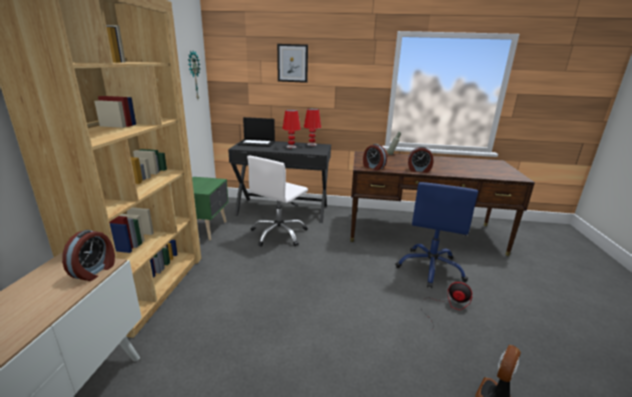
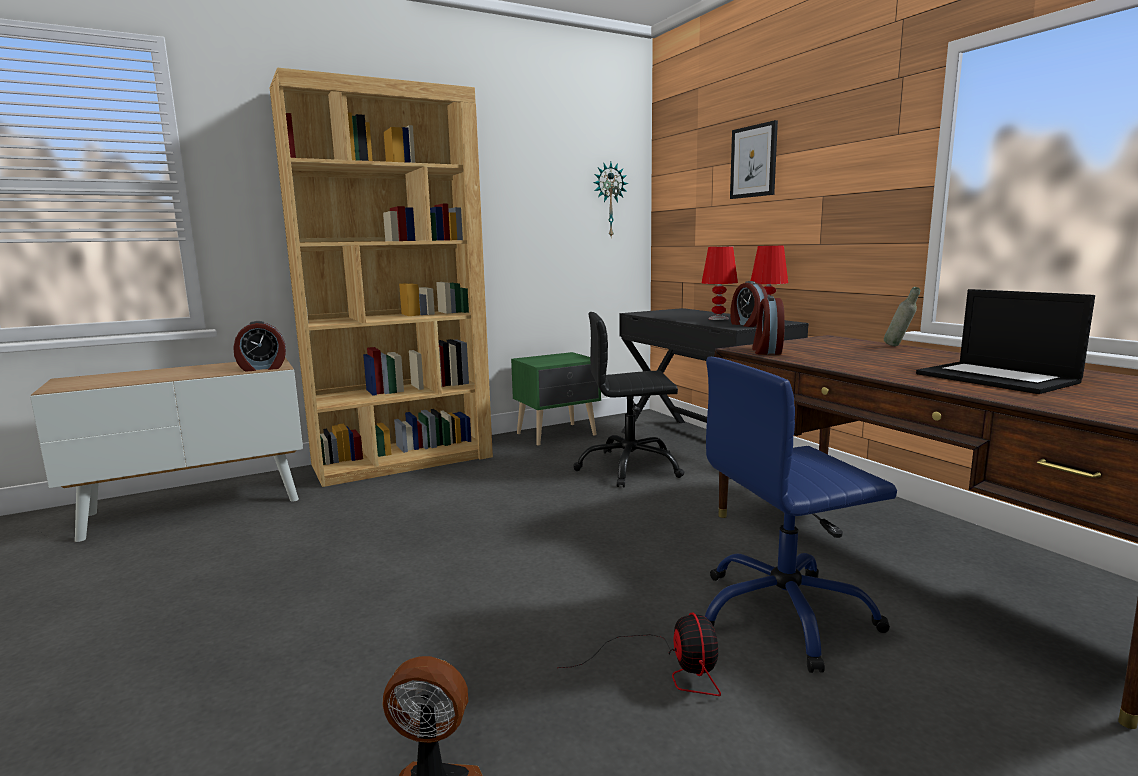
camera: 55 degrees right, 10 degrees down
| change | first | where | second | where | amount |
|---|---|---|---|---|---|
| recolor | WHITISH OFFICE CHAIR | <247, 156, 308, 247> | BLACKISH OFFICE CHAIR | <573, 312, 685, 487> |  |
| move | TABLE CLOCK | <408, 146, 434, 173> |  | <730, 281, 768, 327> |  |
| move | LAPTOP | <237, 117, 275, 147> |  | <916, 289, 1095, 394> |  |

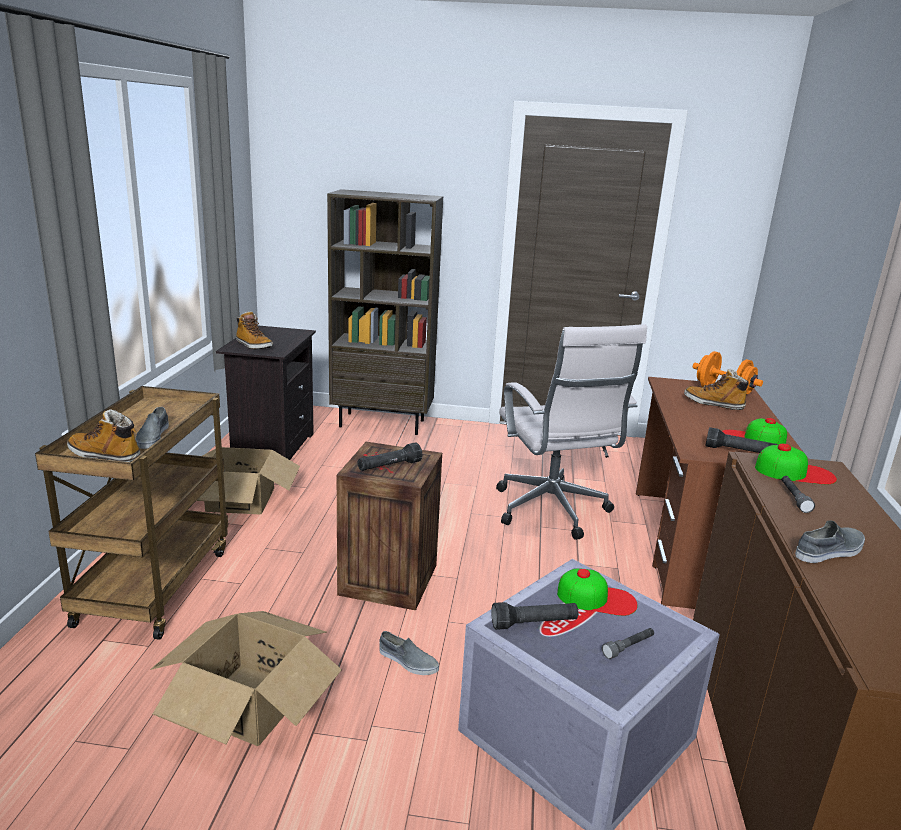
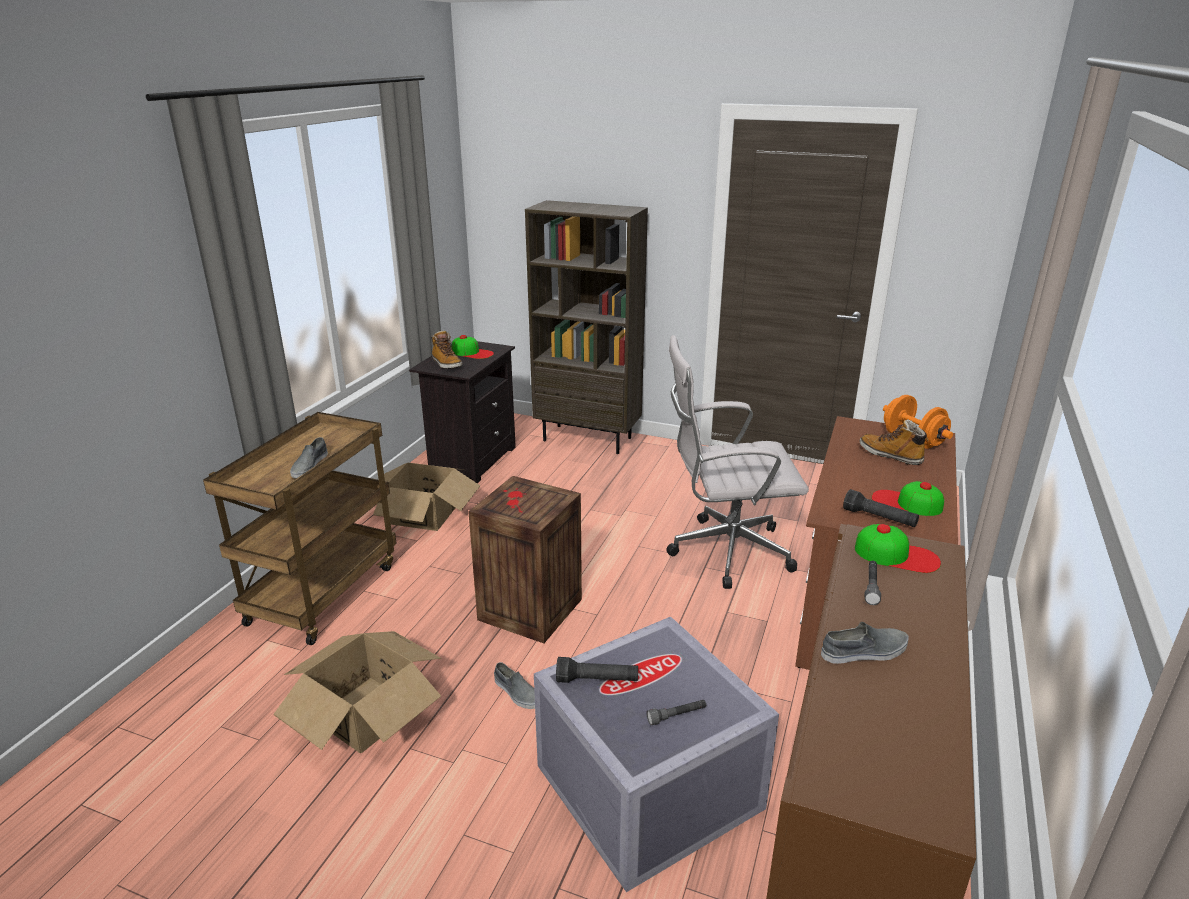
camera: 15 degrees right, 5 degrees up
| change | first | where | second | where | amount |
|---|---|---|---|---|---|
| move | CAP | <557, 568, 638, 616> |  | <452, 335, 494, 359> |  |
| rotate | WHITISH OFFICE CHAIR | <496, 324, 647, 540> |  | <666, 335, 809, 589> | 90 degrees clockwise |
| delete | HIGH-TOP BOOT | <67, 409, 140, 462> |  |  |  |
| delete | BLACKISH HAND TORCH | <358, 442, 422, 471> |  |  |  |

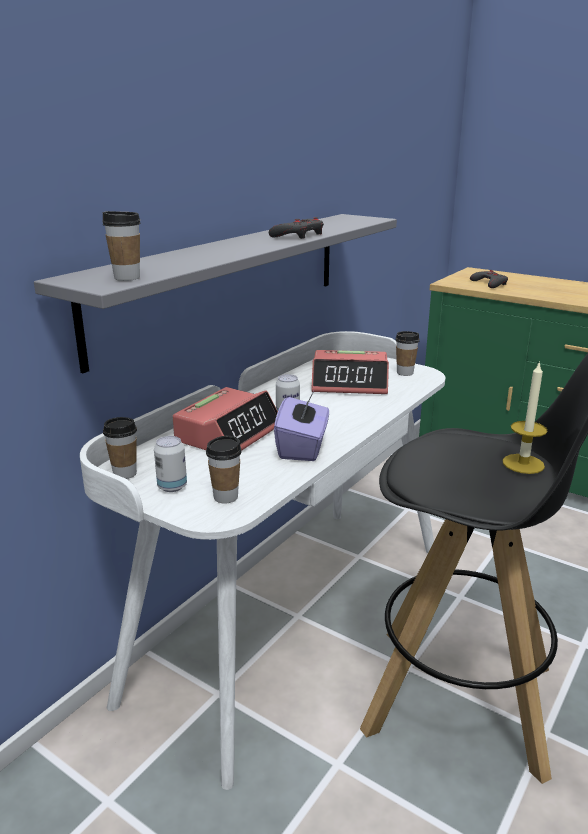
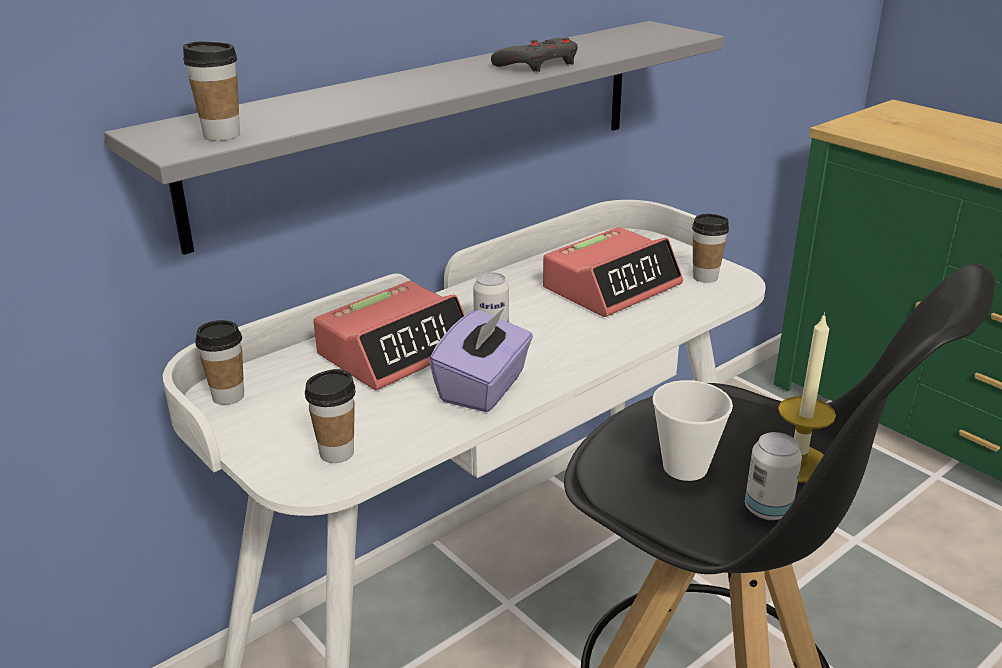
camera: 15 degrees right, 5 degrees up
| change | first | where | second | where | amount |
|---|---|---|---|---|---|
| rotate | TABLE CLOCK | <311, 350, 389, 394> |  | <543, 227, 683, 317> | 60 degrees counterclockwise |
| insert |  |  | CUP | <652, 380, 733, 481> |  |
| move | METAL CAN | <154, 436, 187, 492> |  | <745, 432, 802, 520> |  |
| delete | GREYISH JOYPAD | <470, 270, 508, 288> |  |  |  |

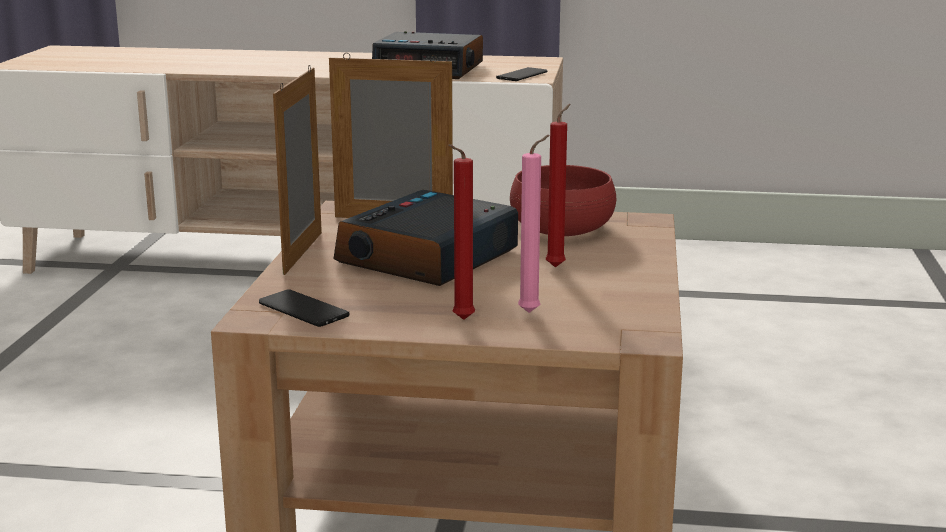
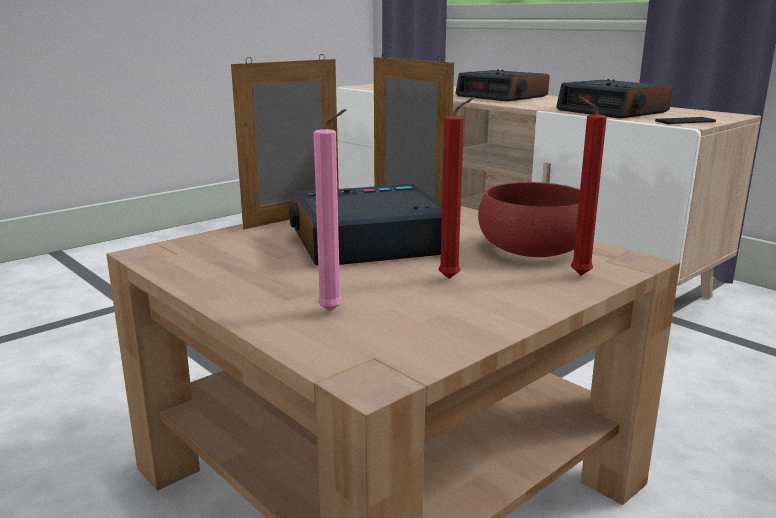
camera: 40 degrees right, 0 degrees up
| change | first | where | second | where | amount |
|---|---|---|---|---|---|
| insert |  |  | TABLE CLOCK | <455, 70, 550, 102> |  |
| move | RED WAX CANDLE | <448, 144, 475, 320> |  | <571, 96, 607, 275> |  |
| delete | PHONE | <259, 289, 349, 327> |  |  |  |

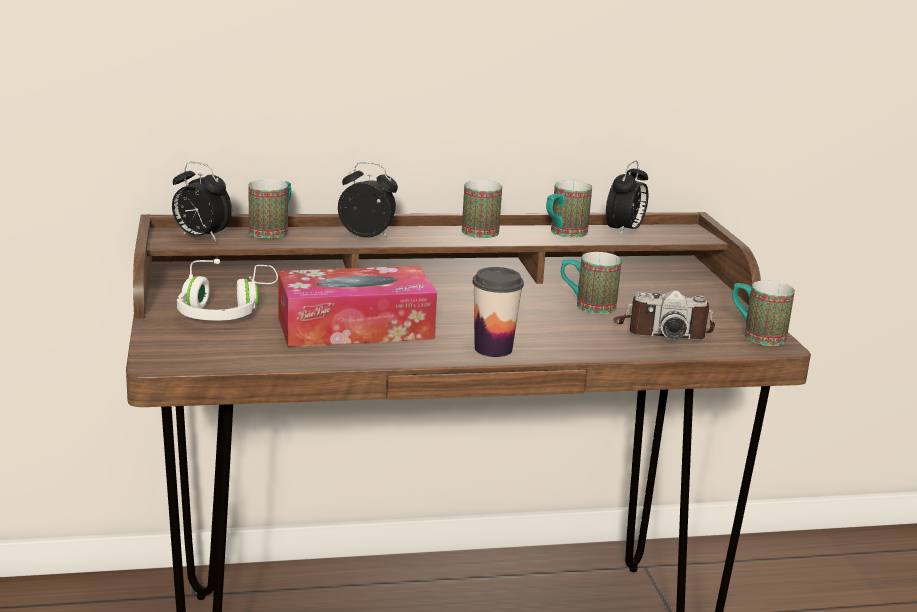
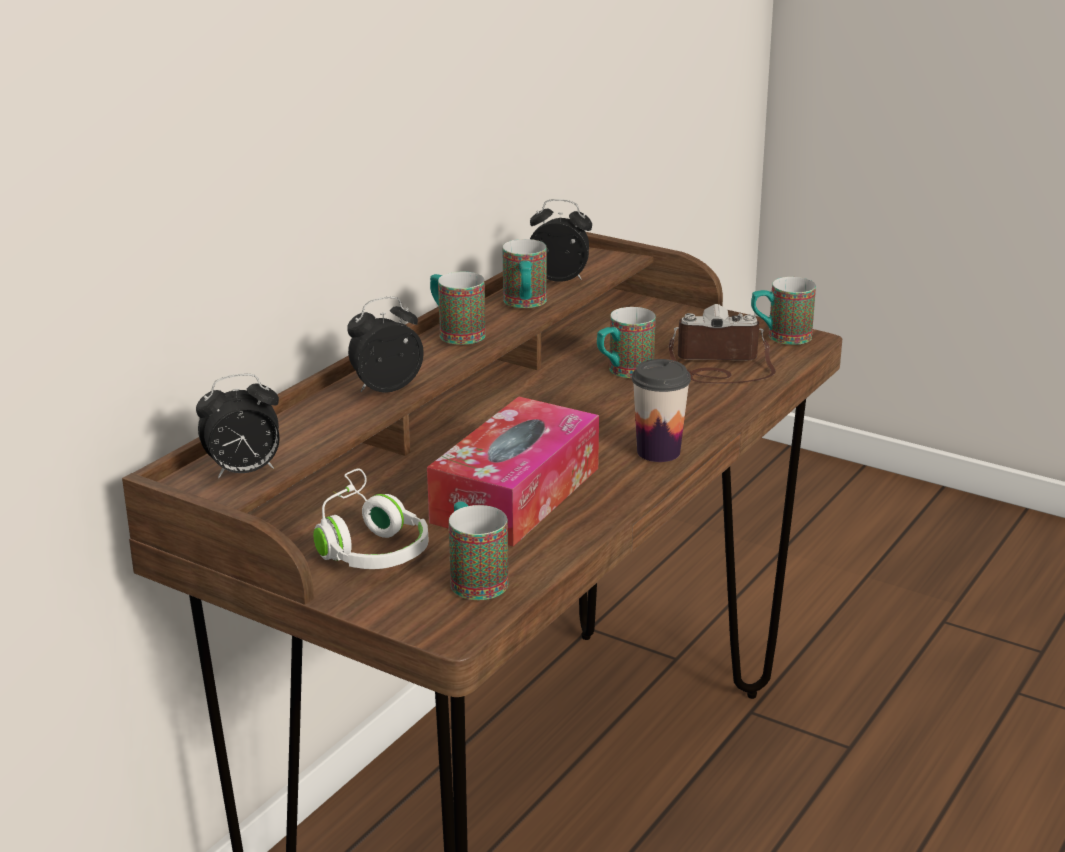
camera: 45 degrees left, 5 degrees up
| change | first | where | second | where | amount |
|---|---|---|---|---|---|
| move | MUG | <248, 179, 291, 239> |  | <449, 502, 508, 600> |  |
| rotate | TABLE CLOCK | <606, 161, 648, 236> |  | <530, 199, 592, 282> | 60 degrees counterclockwise |
| rotate | STILL CAMERA | <613, 290, 715, 340> |  | <669, 304, 776, 384> | 135 degrees counterclockwise |

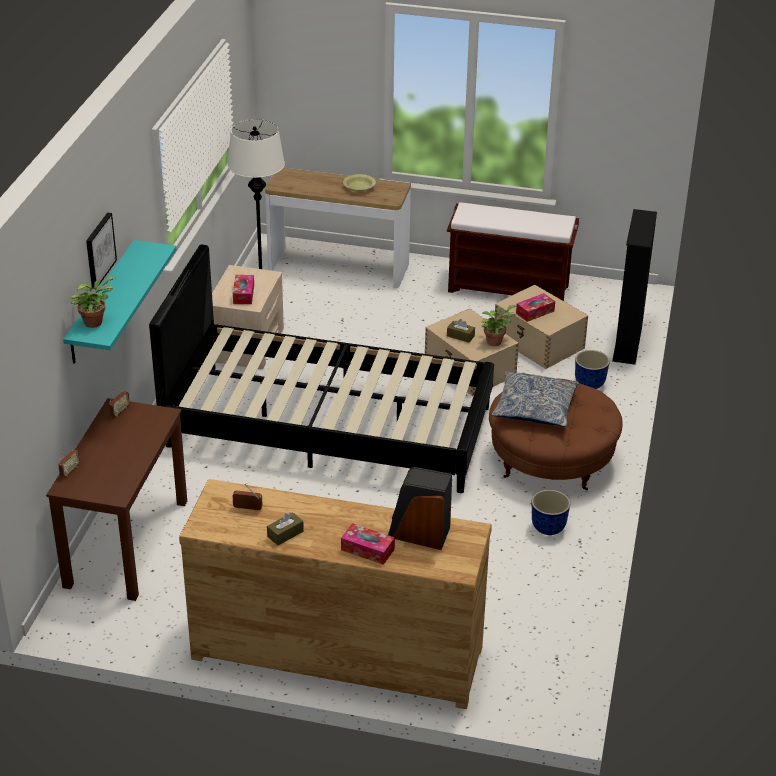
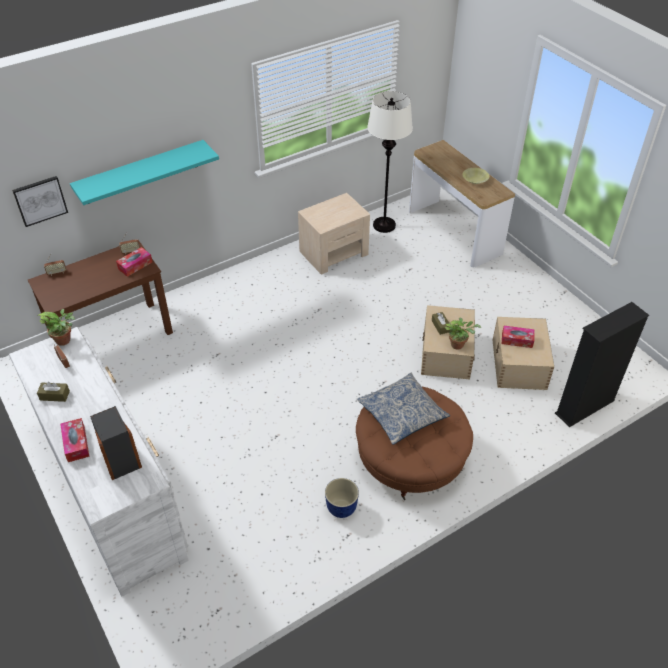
camera: 45 degrees right, 10 degrees up
| change | first | where | second | where | amount |
|---|---|---|---|---|---|
| recolor | BROWN DRAWER CHEST | <179, 479, 492, 709> | WHITISH DRAWER CHEST | <9, 327, 189, 597> |  |
| move | WALL PICTURE | <86, 213, 117, 289> |  | <12, 176, 68, 227> |  |
| move | POTTED PLANT | <70, 277, 116, 328> |  | <38, 309, 75, 346> |  |
| move | TISSUE HOLDER | <233, 275, 254, 304> |  | <116, 247, 152, 277> |  |
| delete | BLACKISH SLEEPING BED | <149, 245, 494, 493> |  |  |  |
| delete | BROWN INDOOR BENCH | <447, 202, 579, 301> |  |  |  |
| delete | PLANT POT | <575, 350, 610, 389> |  |  |  |

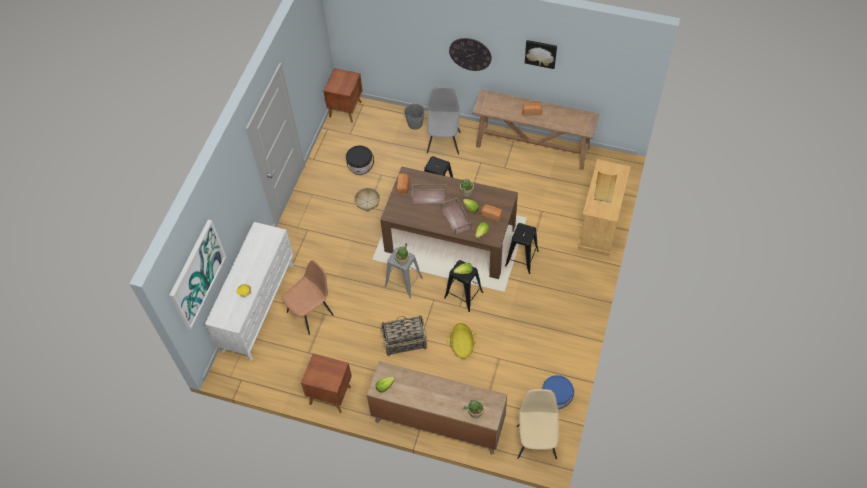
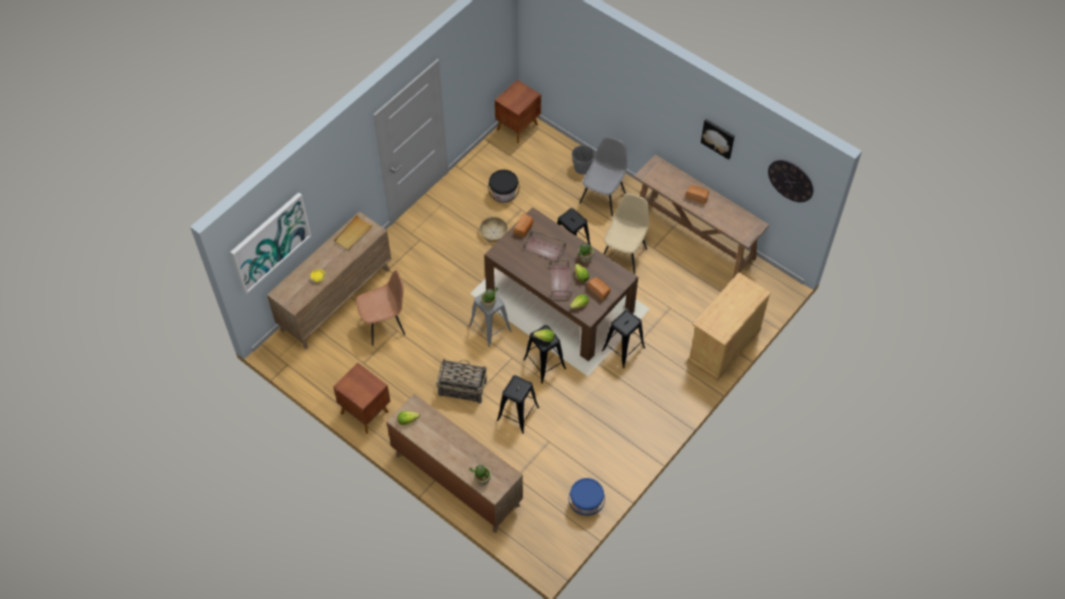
camera: 20 degrees right, 0 degrees up
| change | first | where | second | where | amount |
|---|---|---|---|---|---|
| recolor | WHITISH DRAWER CHEST | <205, 222, 294, 361> | BROWN DRAWER CHEST | <267, 211, 391, 349> |  |
| move | SAND-COLOURED CARRYING TRAY | <594, 171, 617, 203> |  | <334, 215, 373, 251> |  |
| replace | STORAGE BASKET | <447, 322, 478, 359> | BLACKISH STOOL | <497, 375, 539, 434> |  |
| move | SAND-COLOURED CHAIR | <517, 389, 559, 459> |  | <603, 193, 649, 274> |  |
| move | CLOCK ON THE WALL | <449, 38, 492, 71> |  | <768, 160, 813, 202> |  |

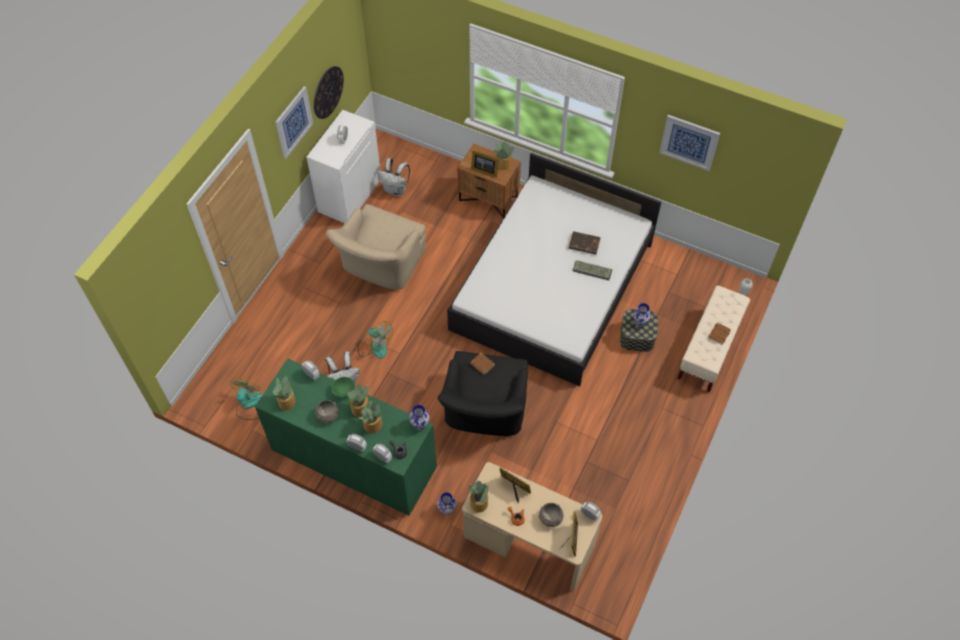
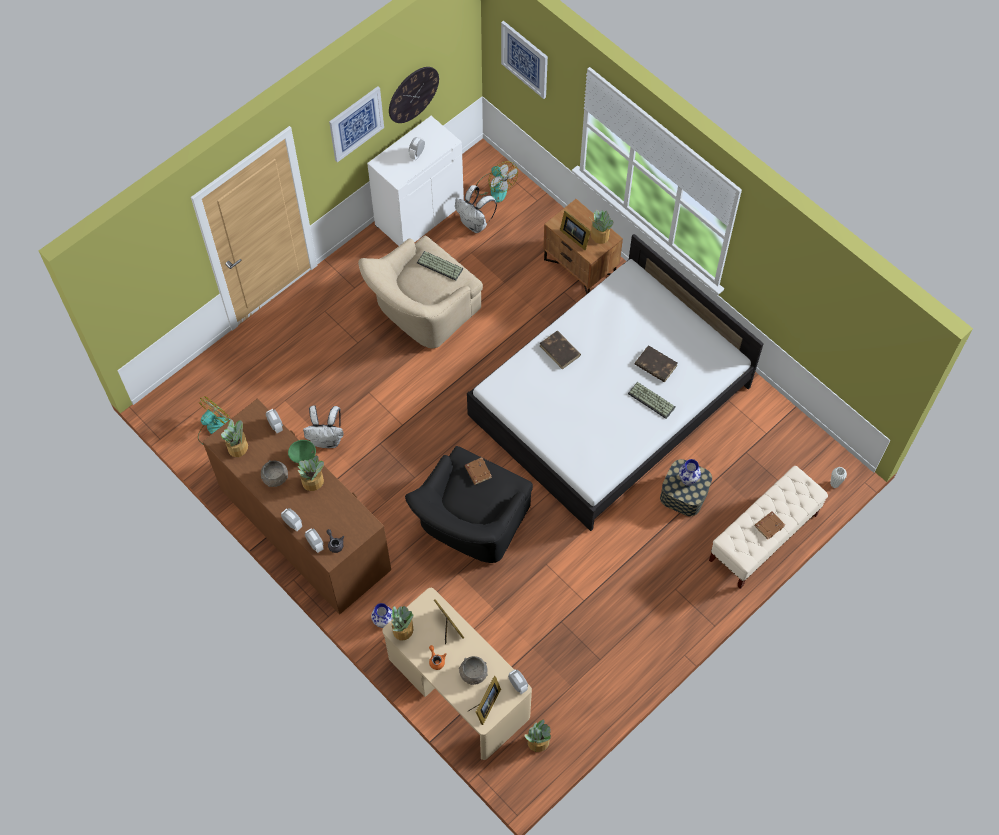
camera: 20 degrees right, 5 degrees up
| change | first | where | second | where | amount |
|---|---|---|---|---|---|
| recolor | GREENISH DRAWER CHEST | <255, 359, 437, 516> | BROWN DRAWER CHEST | <203, 399, 391, 614> |  |
| insert |  |  | KEYBOARD | <417, 251, 463, 281> |  |
| move | COOLING FAN | <358, 321, 393, 359> |  | <475, 161, 518, 202> |  |
| move | WALL PICTURE | <659, 115, 720, 171> |  | <501, 21, 548, 99> |  |
| move | POTTED PLANT | <359, 400, 382, 433> |  | <524, 719, 551, 752> |  |
| insert |  |  | BROWN VOLUME | <540, 331, 581, 369> |  |
| delete | FLOWER VASE | <409, 405, 430, 430> |  |  |  |

